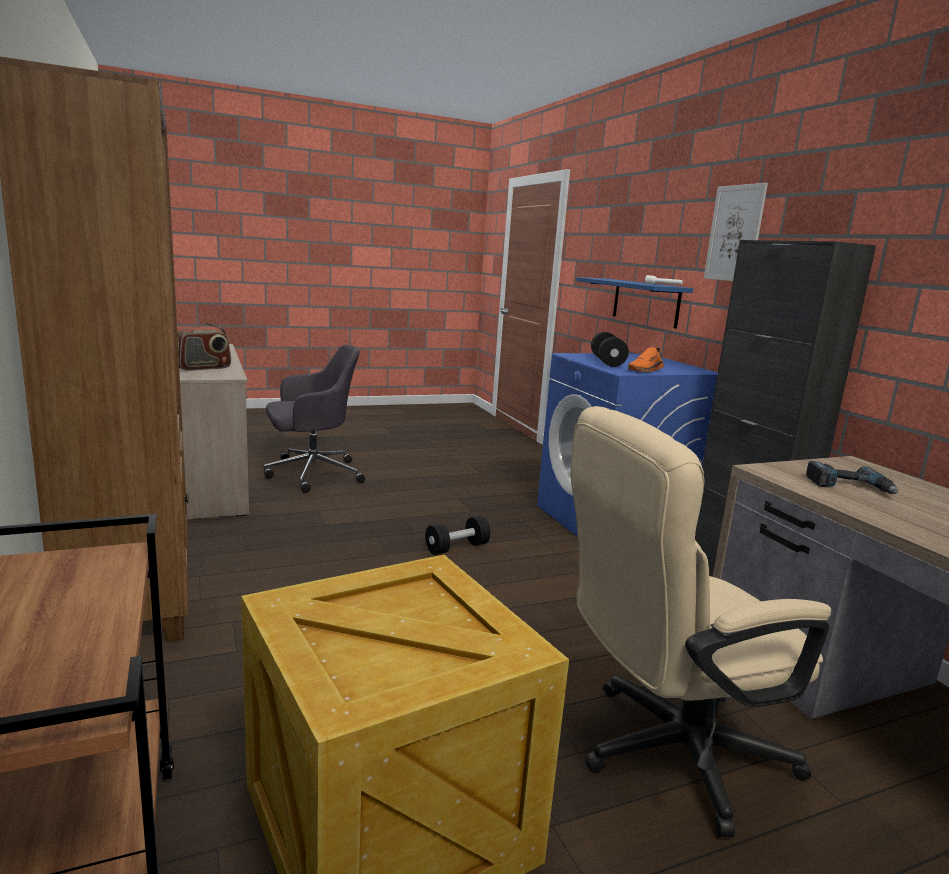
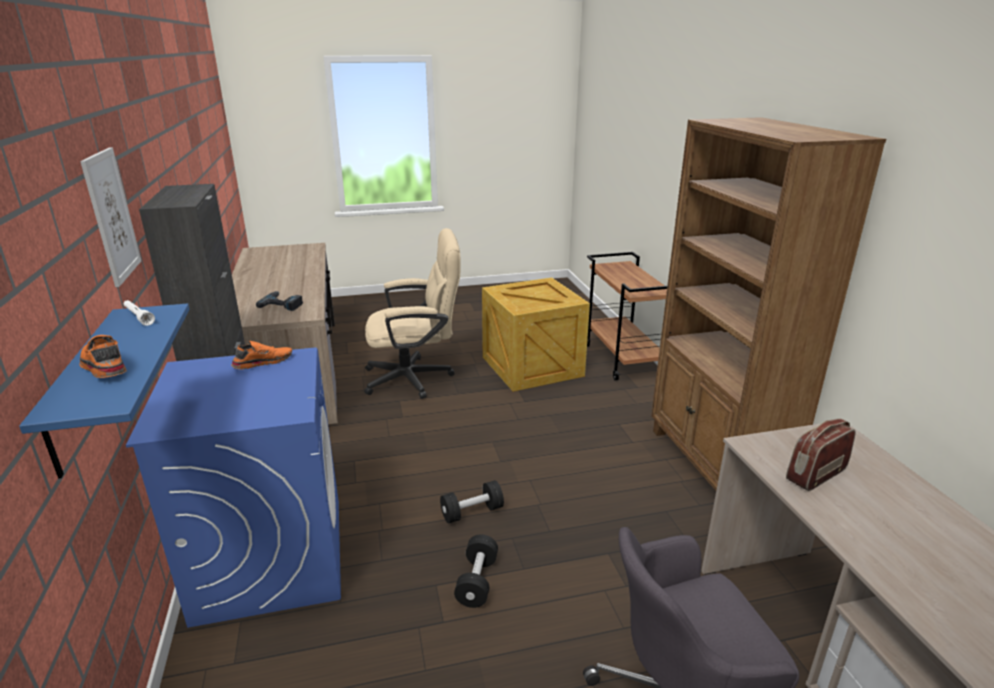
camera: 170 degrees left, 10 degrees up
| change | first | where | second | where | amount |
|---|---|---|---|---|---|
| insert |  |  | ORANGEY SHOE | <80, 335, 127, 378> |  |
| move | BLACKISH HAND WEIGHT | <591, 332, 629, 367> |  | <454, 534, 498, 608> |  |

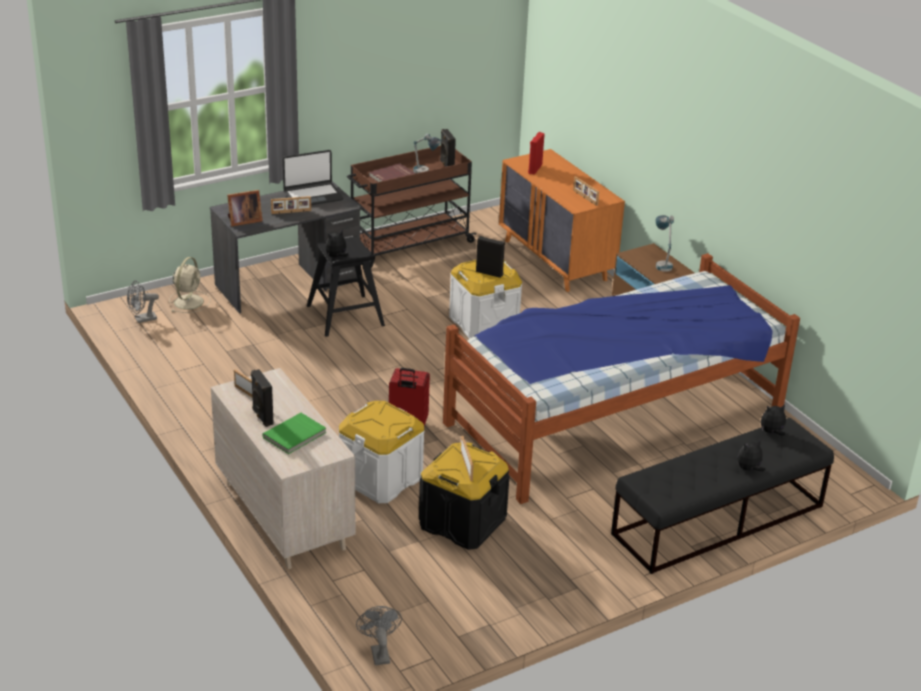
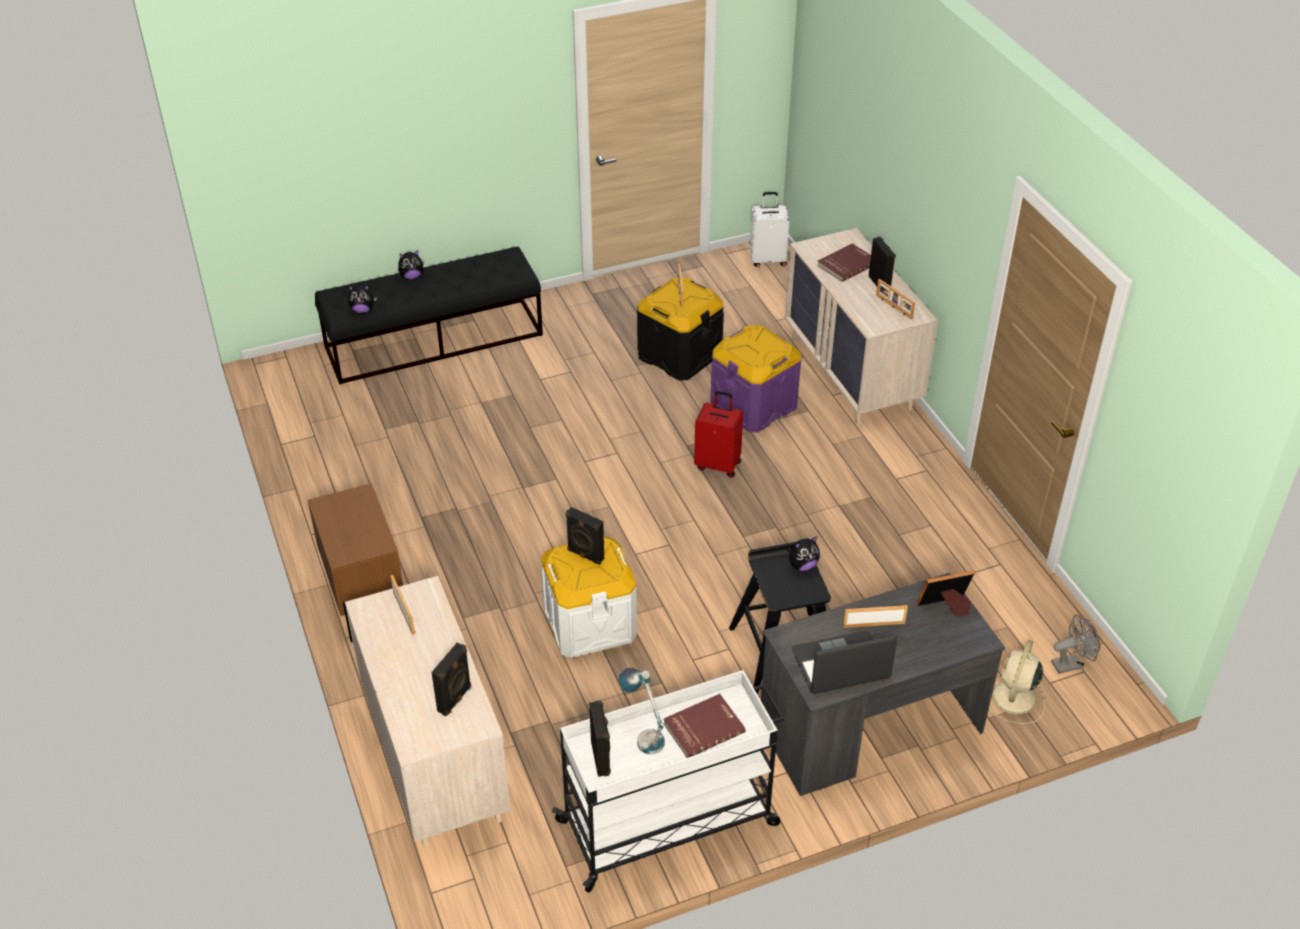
camera: 170 degrees left, 10 degrees up
| change | first | where | second | where | amount |
|---|---|---|---|---|---|
| recolor | ORANGEY DRAWER CHEST | <499, 149, 625, 292> | SAND-COLOURED DRAWER CHEST | <345, 576, 511, 847> |  |
| recolor | RED AUDIO SPEAKER | <528, 132, 545, 175> | BLACKISH AUDIO SPEAKER | <431, 643, 471, 716> |  |
| recolor | BROWN TROLLEY | <347, 146, 476, 268> | WHITISH TROLLEY | <552, 670, 785, 893> |  |
| recolor | WHITISH STORAGE BIN | <339, 401, 425, 503> | PURPLE-COLOURED STORAGE BIN | <710, 325, 801, 432> |  |
| replace | GREYISH COOLING FAN | <356, 606, 402, 665> | WHITISH PIECE OF LUGGAGE | <750, 192, 789, 267> |  |
| recolor | GREENISH VOLUME | <262, 413, 326, 454> | RED VOLUME | <817, 243, 871, 282> |  |
| delete | SLEEPING BED | <443, 253, 800, 504> |  |  |  |
| delete | LAMP FOR A TABLE | <655, 215, 674, 272> |  |  |  |

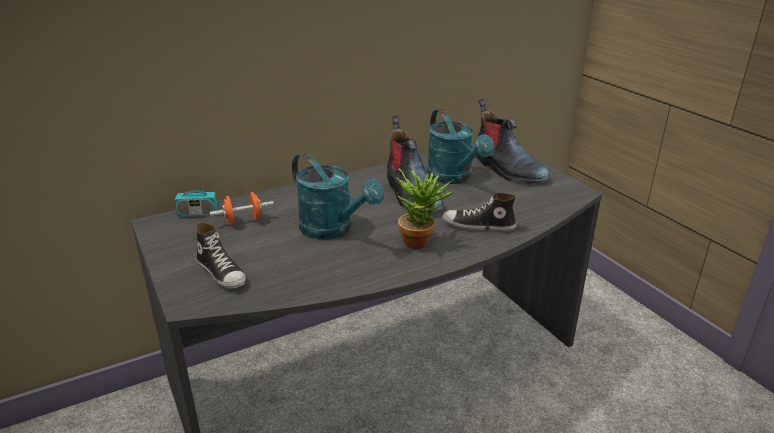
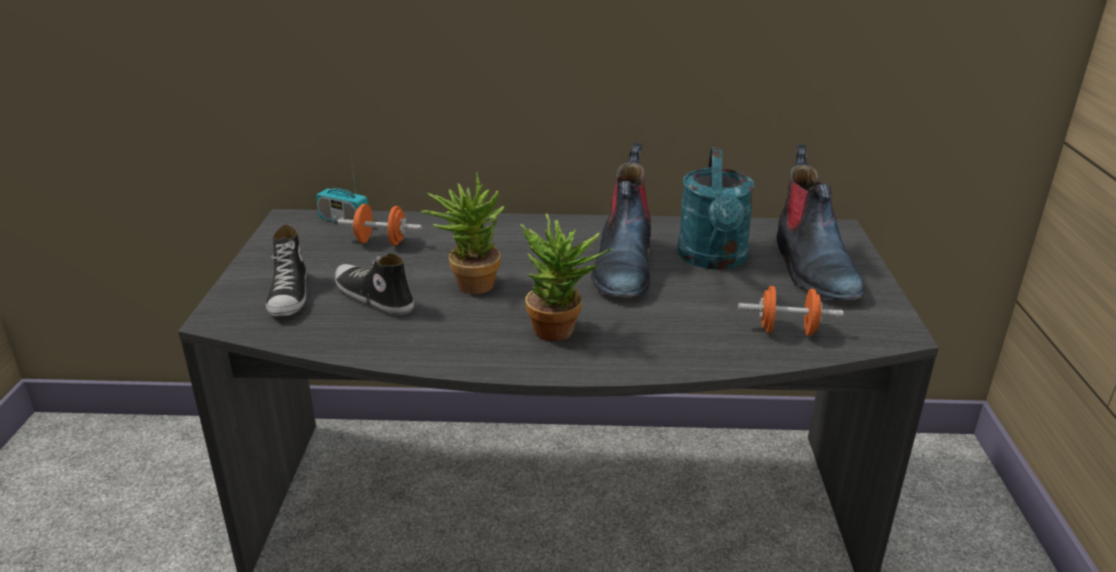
camera: 30 degrees right, 0 degrees up
| change | first | where | second | where | amount |
|---|---|---|---|---|---|
| move | SHOE | <443, 193, 516, 231> |  | <335, 253, 414, 315> |  |
| replace | BLUE-GREEN WATERING CAN | <292, 153, 384, 240> | POTTED PLANT | <421, 172, 505, 294> |  |
| insert |  |  | ORANGEY HAND WEIGHT | <738, 286, 844, 336> |  |

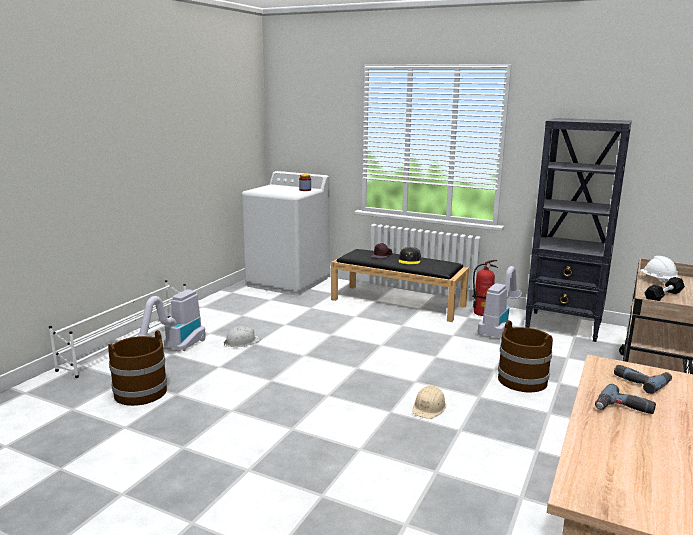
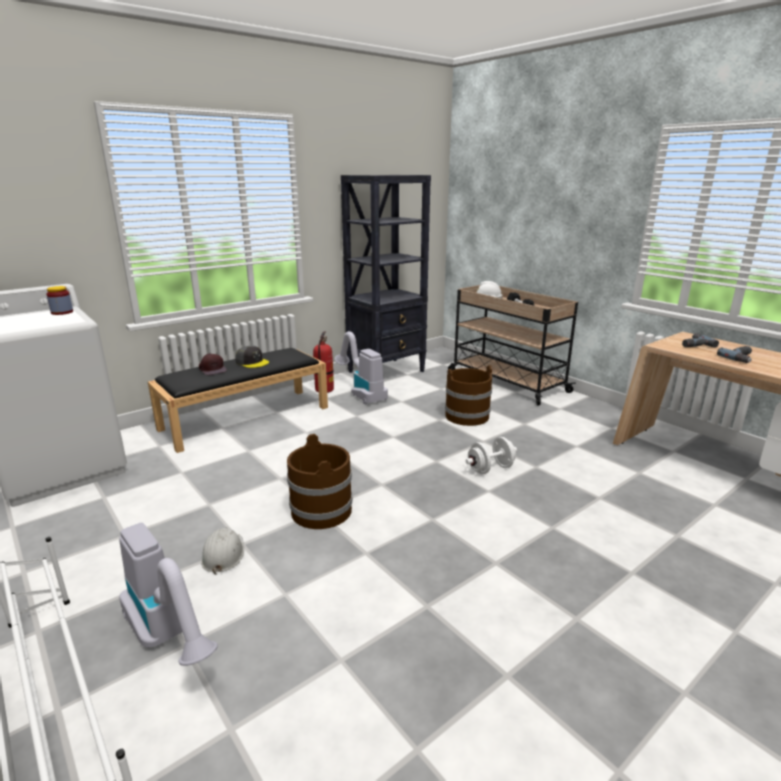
camera: 65 degrees left, 5 degrees up
| change | first | where | second | where | amount |
|---|---|---|---|---|---|
| move | BROWN WATER BUCKET | <108, 330, 167, 406> |  | <287, 434, 352, 529> |  |
| replace | SAND-COLOURED WORK HELMET | <413, 386, 446, 419> | WHITISH HAND WEIGHT | <466, 437, 517, 474> |  |

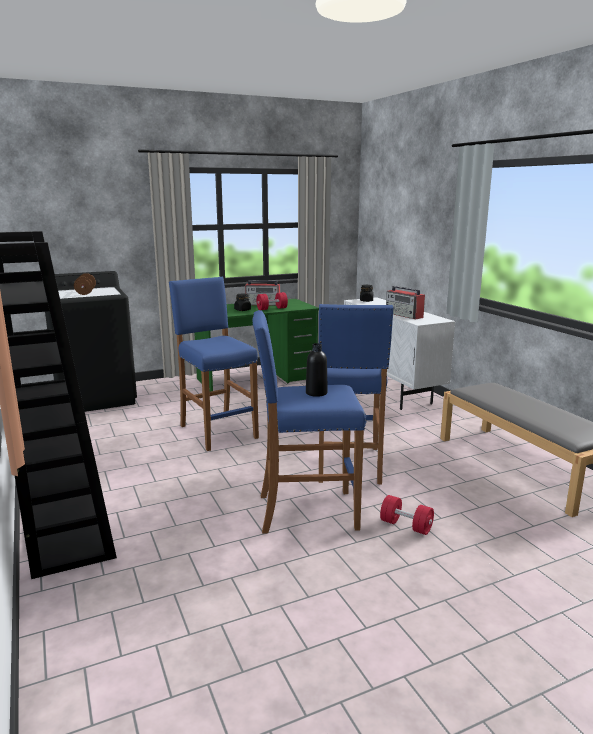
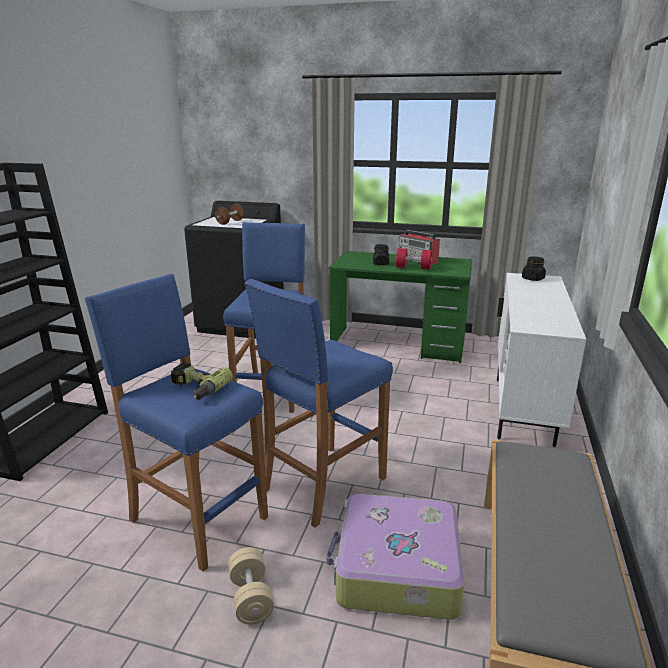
camera: 40 degrees right, 5 degrees up
| change | first | where | second | where | amount |
|---|---|---|---|---|---|
| replace | BLACKISH BOTTLE | <306, 343, 328, 397> | DRILL | <171, 362, 233, 400> |  |
| recolor | RED HAND WEIGHT | <380, 495, 434, 535> | SAND-COLOURED HAND WEIGHT | <228, 547, 274, 624> |  |
| insert |  |  | PIECE OF LUGGAGE | <326, 494, 465, 620> |  |
| delete | RADIO | <386, 286, 425, 319> |  |  |  |

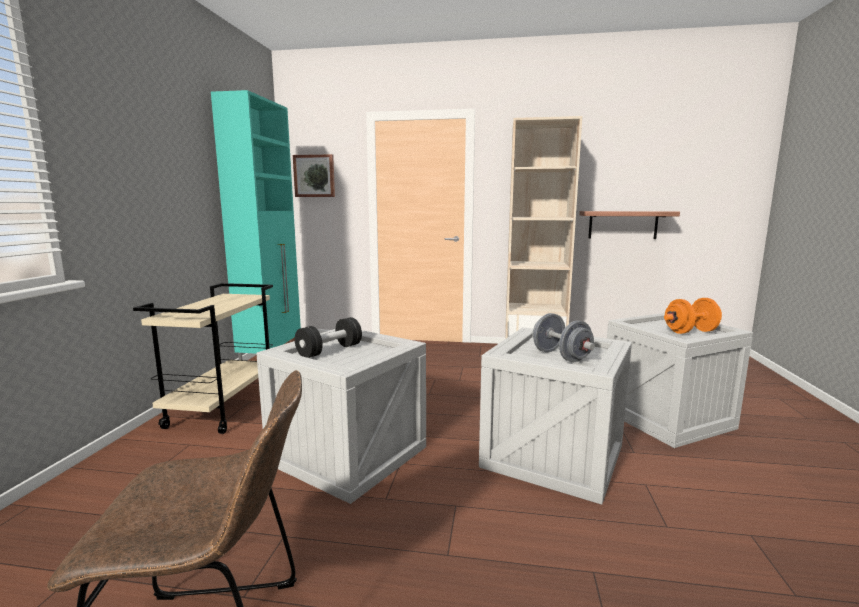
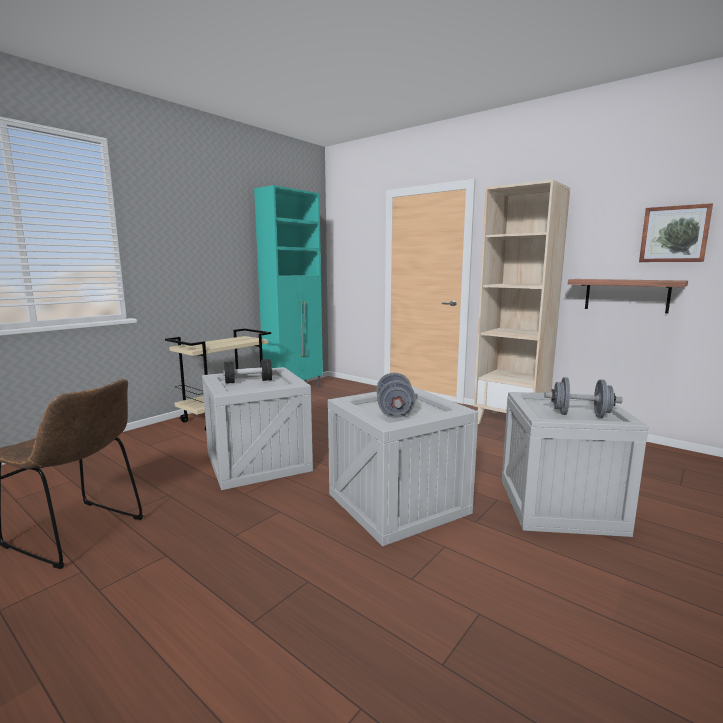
camera: 30 degrees right, 0 degrees up
| change | first | where | second | where | amount |
|---|---|---|---|---|---|
| recolor | ORANGEY HAND WEIGHT | <664, 298, 722, 334> | GREYISH HAND WEIGHT | <545, 377, 622, 418> |  |
| move | WALL PICTURE | <293, 154, 335, 197> |  | <639, 203, 713, 262> |  |

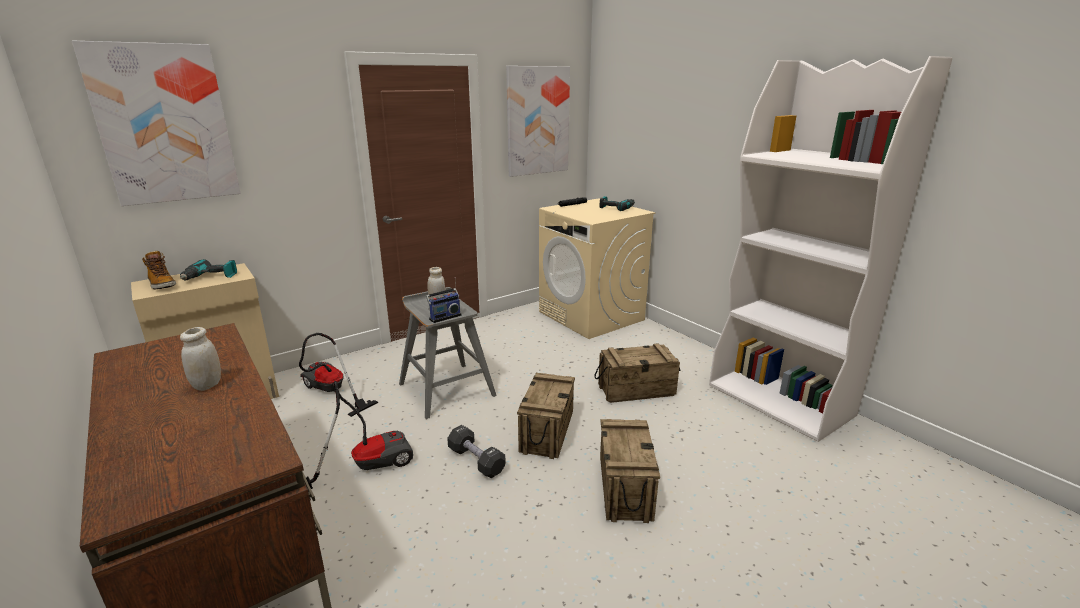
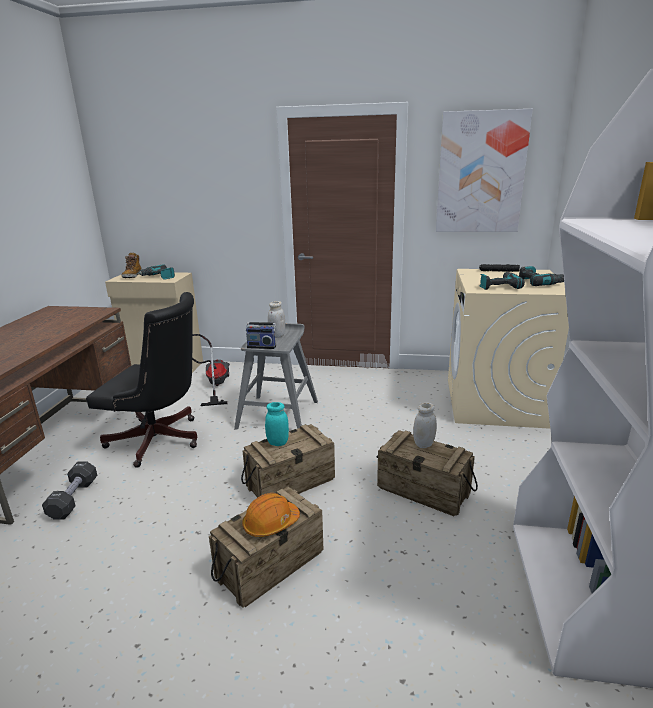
camera: 45 degrees right, 0 degrees up
| change | first | where | second | where | amount |
|---|---|---|---|---|---|
| move | BLACKISH HAND WEIGHT | <447, 425, 506, 478> |  | <42, 462, 97, 520> |  |
| replace | VACUUM | <306, 381, 413, 500> | BLACKISH OFFICE CHAIR | <86, 292, 198, 468> |  |
| insert |  |  | ORANGEY WORK HELMET | <242, 493, 300, 537> |  |
| insert |  |  | BLUE-GREEN JAR | <265, 402, 289, 446> |  |
| move | WHITISH JAR | <180, 327, 221, 391> |  | <413, 402, 437, 448> |  |
| insert |  |  | DRILL | <479, 272, 525, 290> |  |
| delete | WALL PICTURE | <72, 41, 241, 206> |  |  |  |

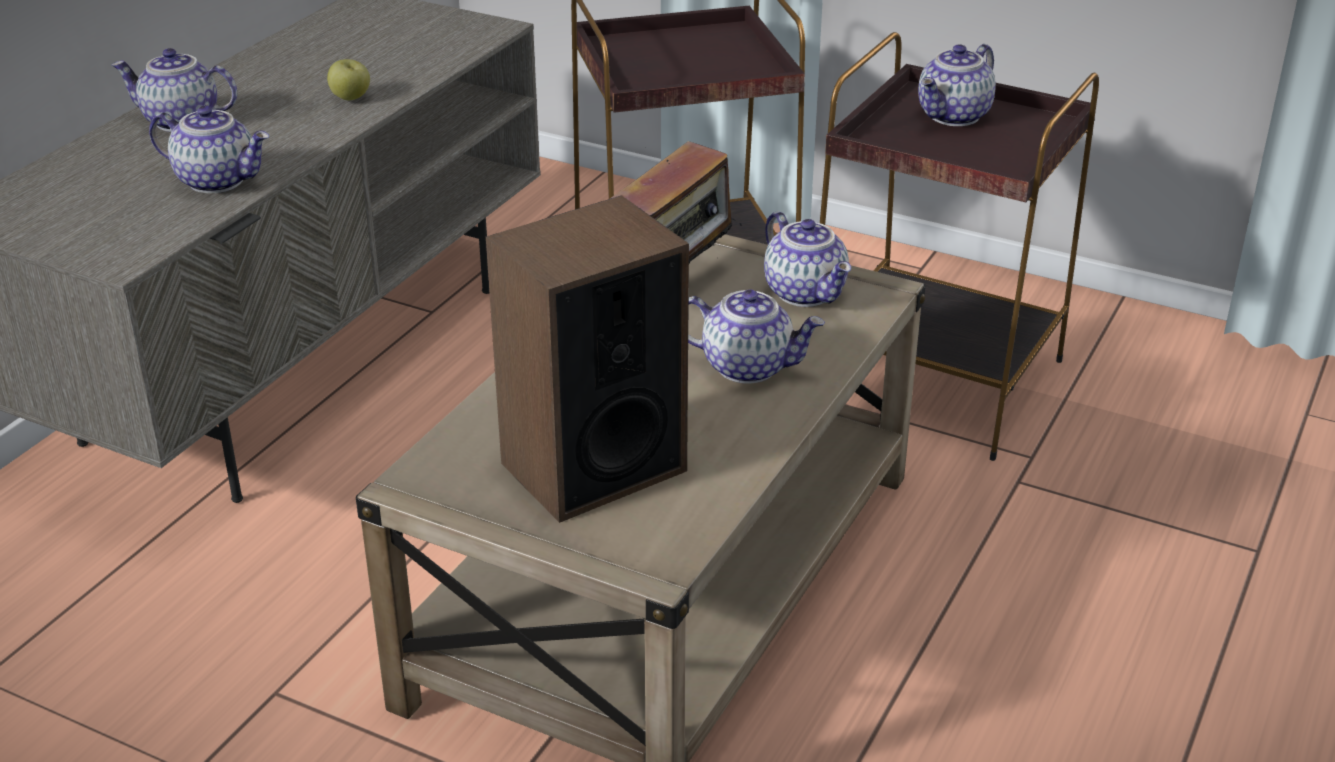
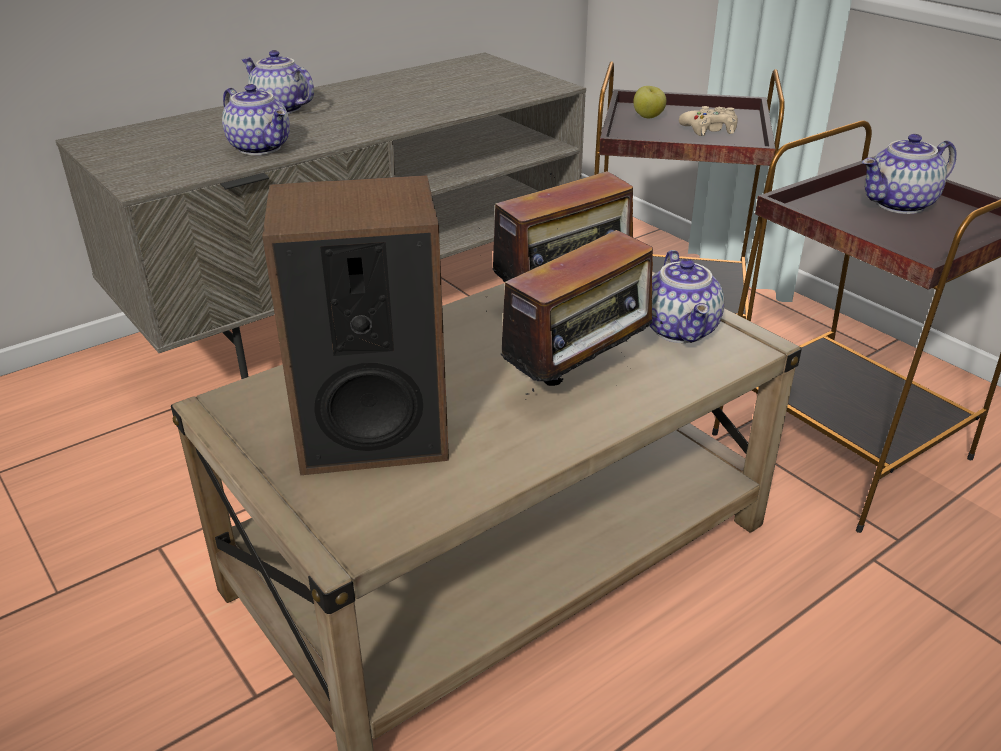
camera: 25 degrees right, 0 degrees up
| change | first | where | second | where | amount |
|---|---|---|---|---|---|
| replace | TEA POT | <688, 290, 825, 384> | RADIO | <486, 228, 663, 395> |  |
| move | APPLE | <327, 59, 370, 100> |  | <633, 86, 667, 118> |  |
| insert |  |  | SAND-COLOURED JOYPAD | <679, 106, 738, 136> |  |

